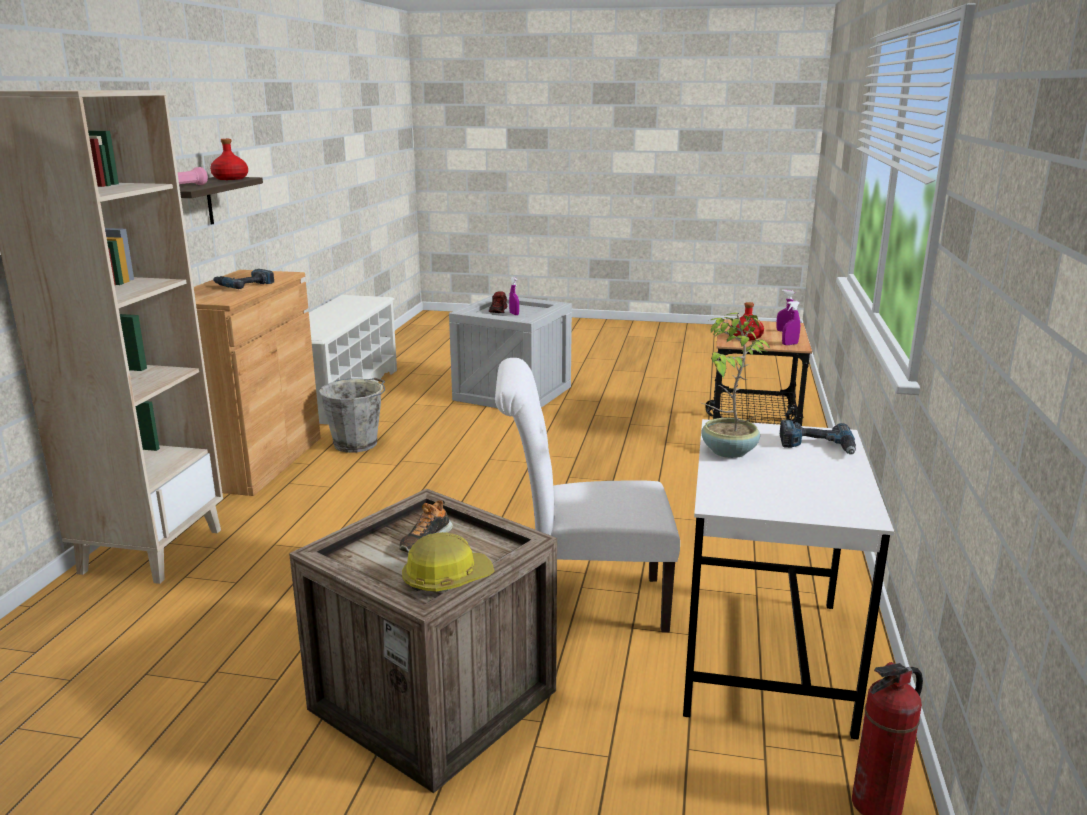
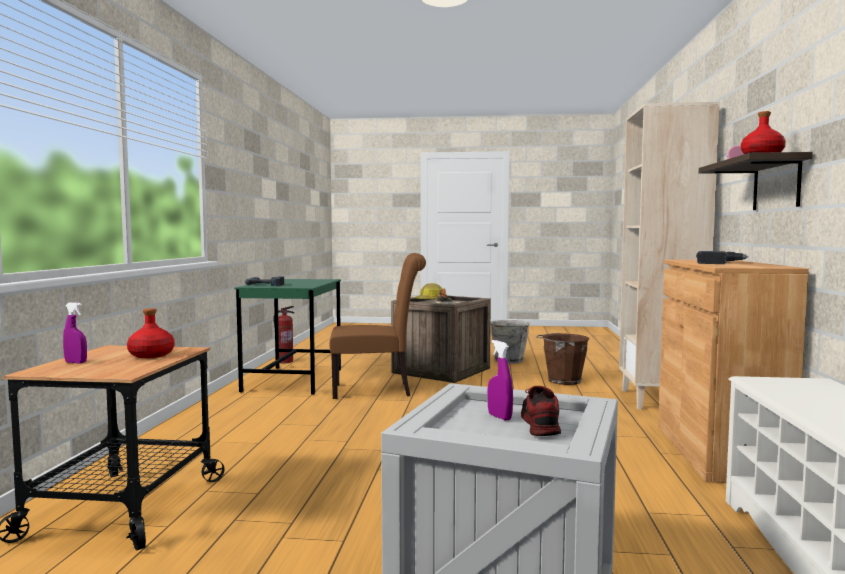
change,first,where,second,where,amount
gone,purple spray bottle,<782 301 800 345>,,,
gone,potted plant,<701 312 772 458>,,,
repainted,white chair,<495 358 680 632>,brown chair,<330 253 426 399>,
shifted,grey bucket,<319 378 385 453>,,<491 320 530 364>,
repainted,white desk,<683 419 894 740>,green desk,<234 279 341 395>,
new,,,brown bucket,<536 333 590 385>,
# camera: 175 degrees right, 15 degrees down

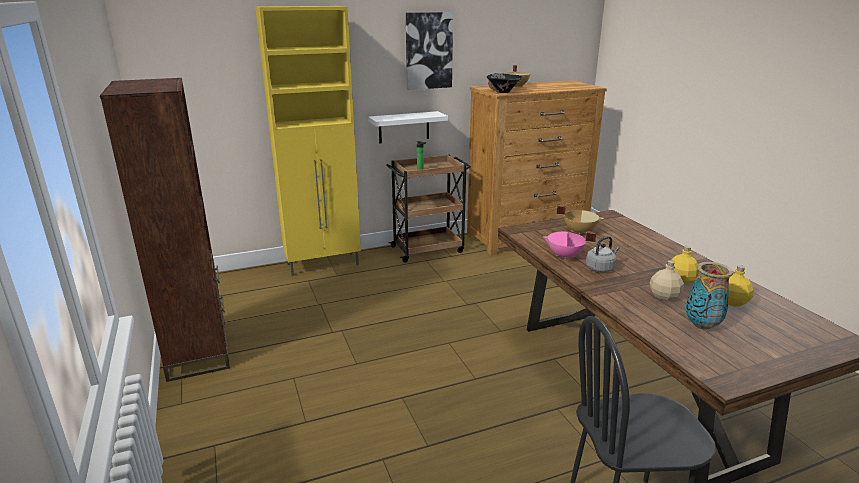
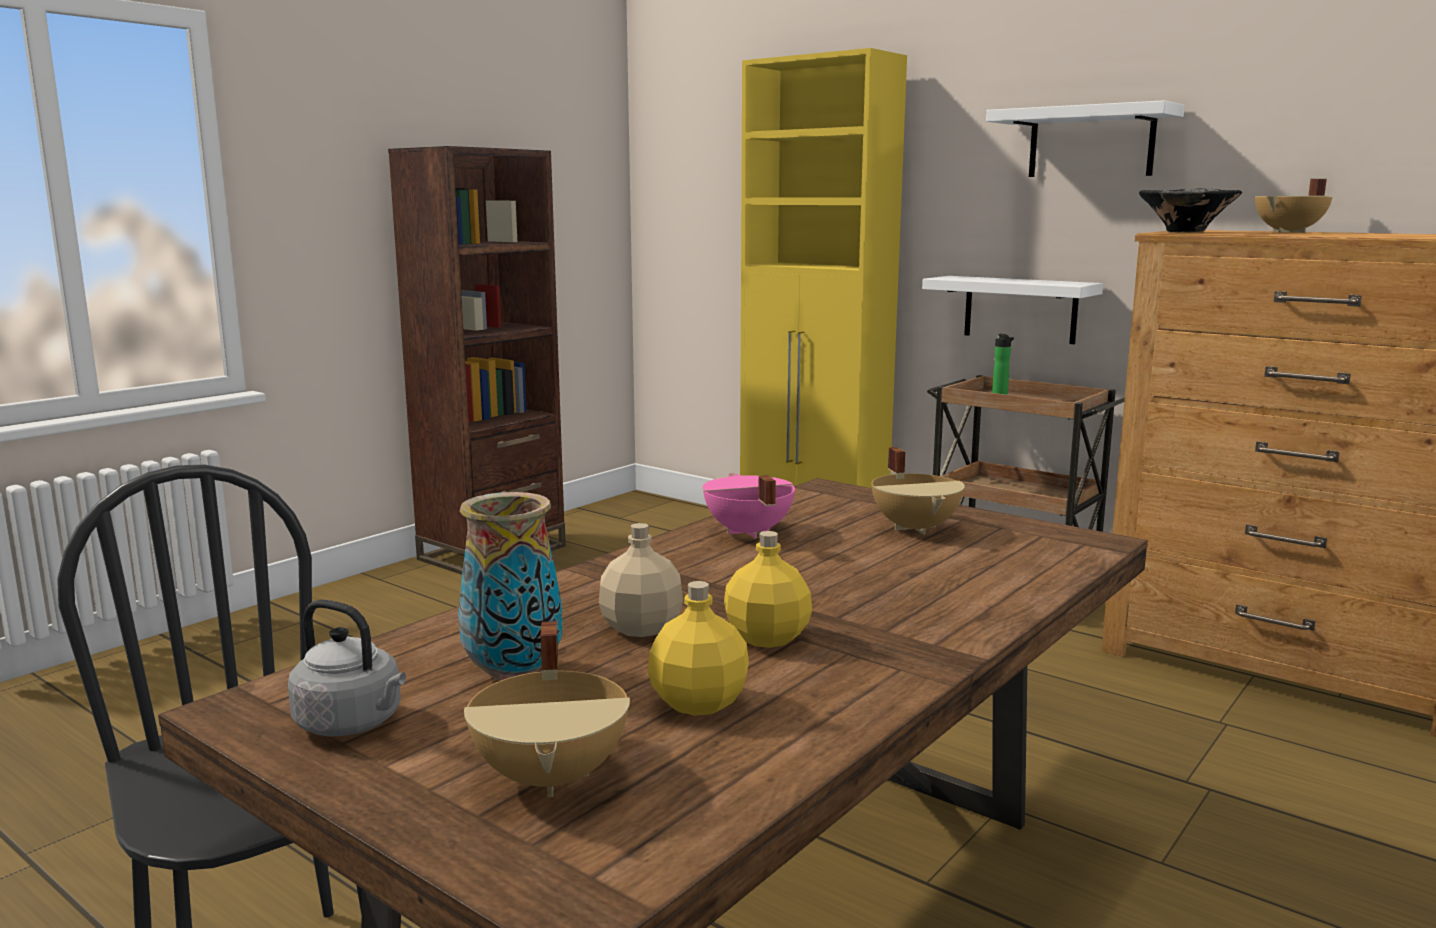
change,first,where,second,where,amount
swapped,picture,<406 12 453 90>,white shelf,<986 100 1185 177>,
shifted,grey kettle,<586 236 619 272>,,<288 599 406 736>,
new,,,beige cooking pot,<464 621 630 797>,
# camera: 60 degrees right, 10 degrees down

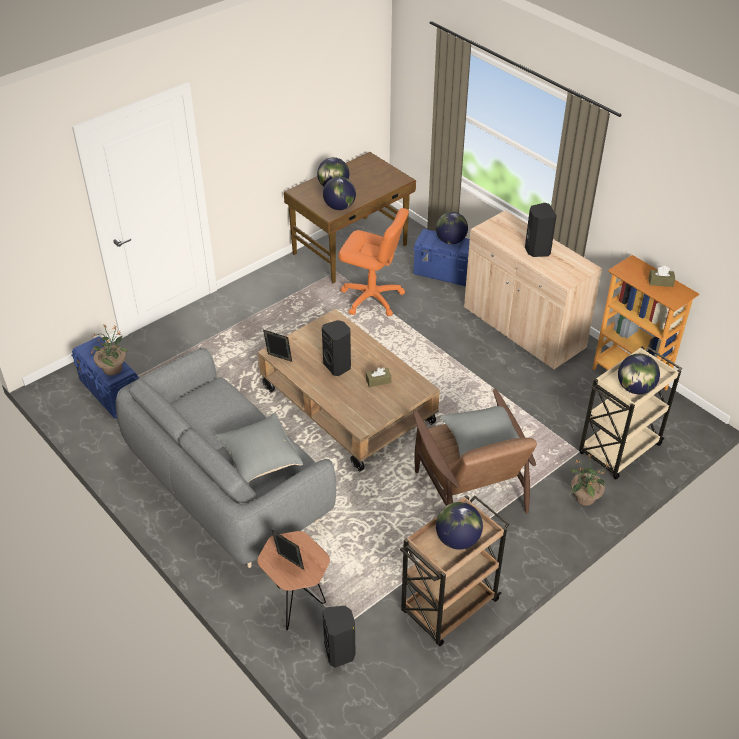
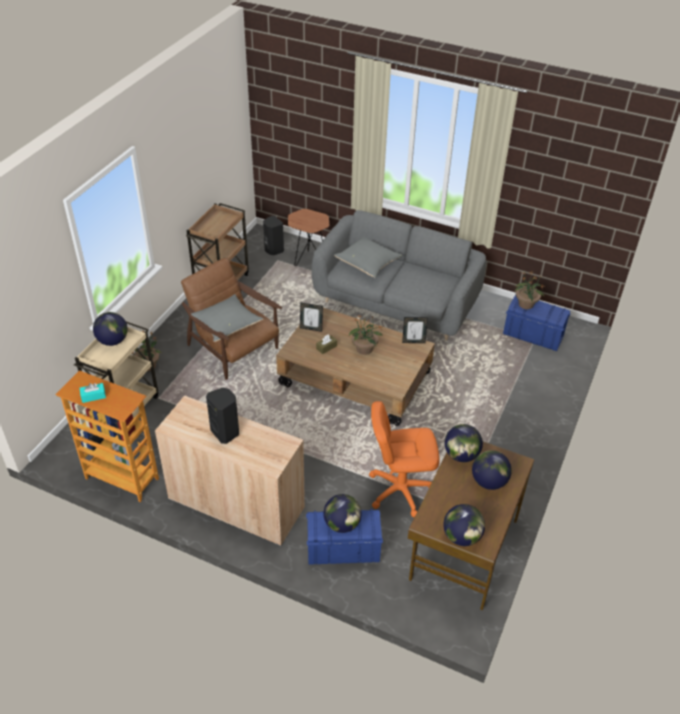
change,first,where,second,where,amount
repainted,brown tissue box,<649 266 675 287>,turquoise tissue box,<79 383 106 403>,
swapped,black speaker,<322 320 351 376>,potted plant,<349 314 383 355>,
shifted,globe,<436 502 483 550>,,<443 504 485 546>,
shifted,picture frame,<271 529 304 570>,,<300 302 323 332>,
# camera: 155 degrees right, 0 degrees up

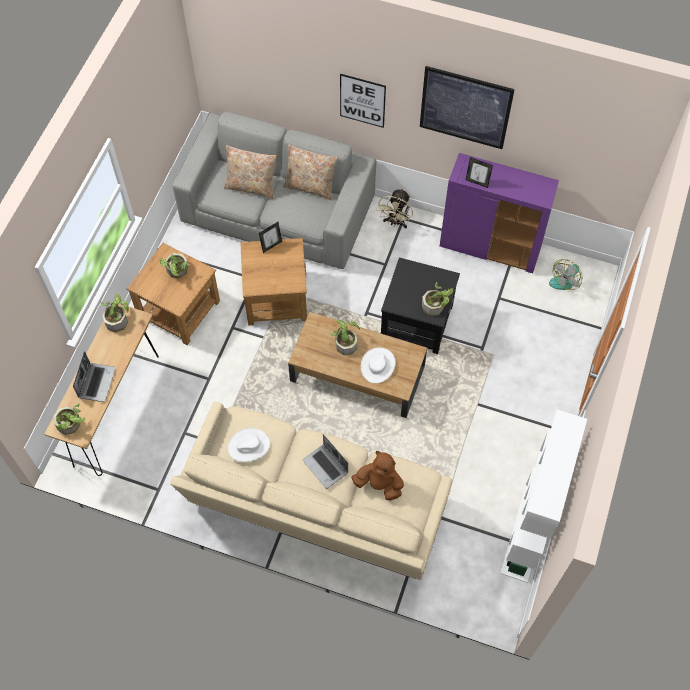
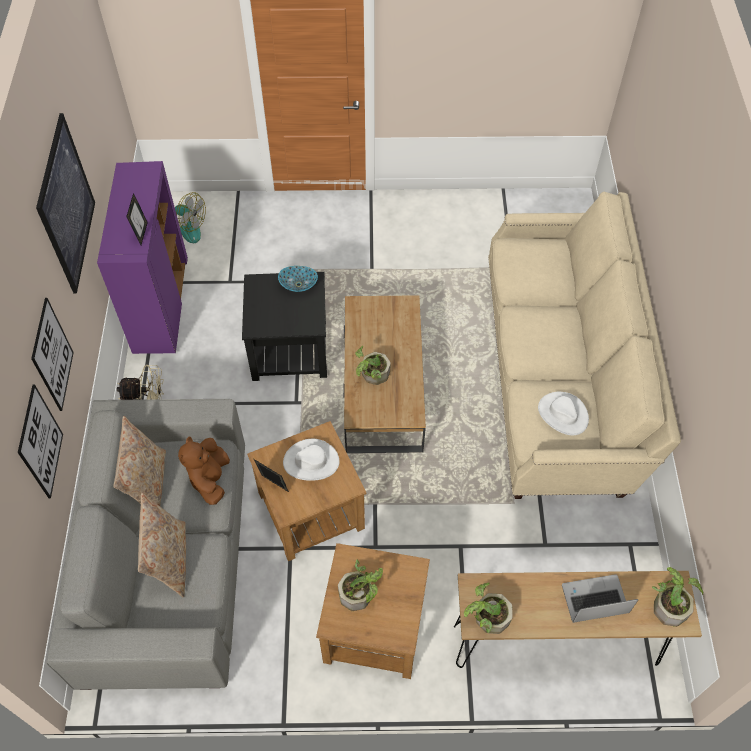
change,first,where,second,where,amount
swapped,potted plant,<422 282 453 316>,bowl,<278 266 318 292>,
shifted,white hat,<361 348 395 383>,,<283 439 340 481>,
gone,white bookcase,<500 410 587 582>,,,
gone,laptop,<303 434 348 489>,,,
shifted,brown plush toy,<351 451 404 501>,,<178 437 230 505>,
new,,,picture,<18 385 63 498>,
# camera: 110 degrees left, 5 degrees down

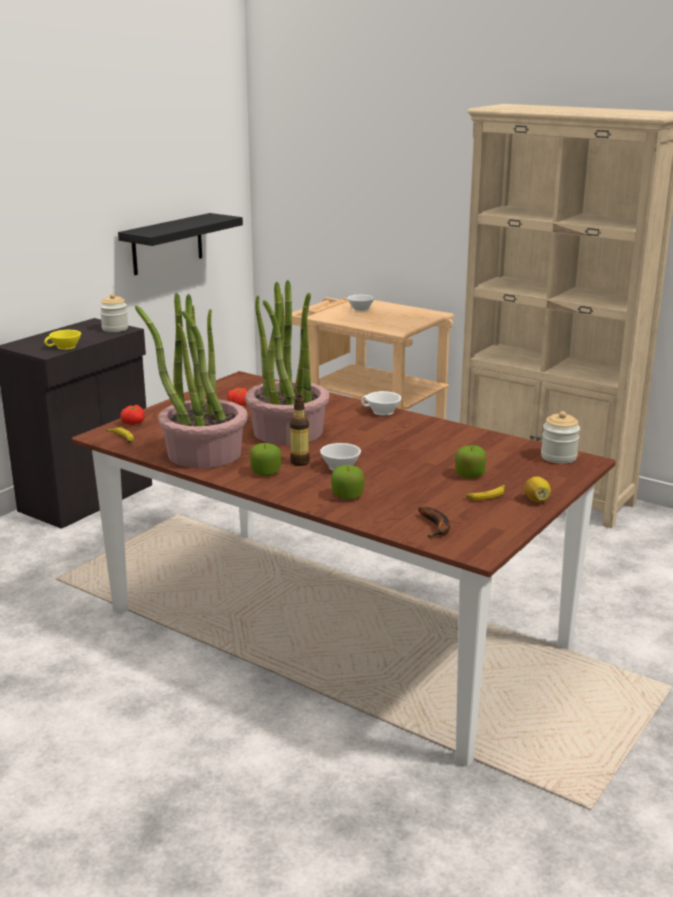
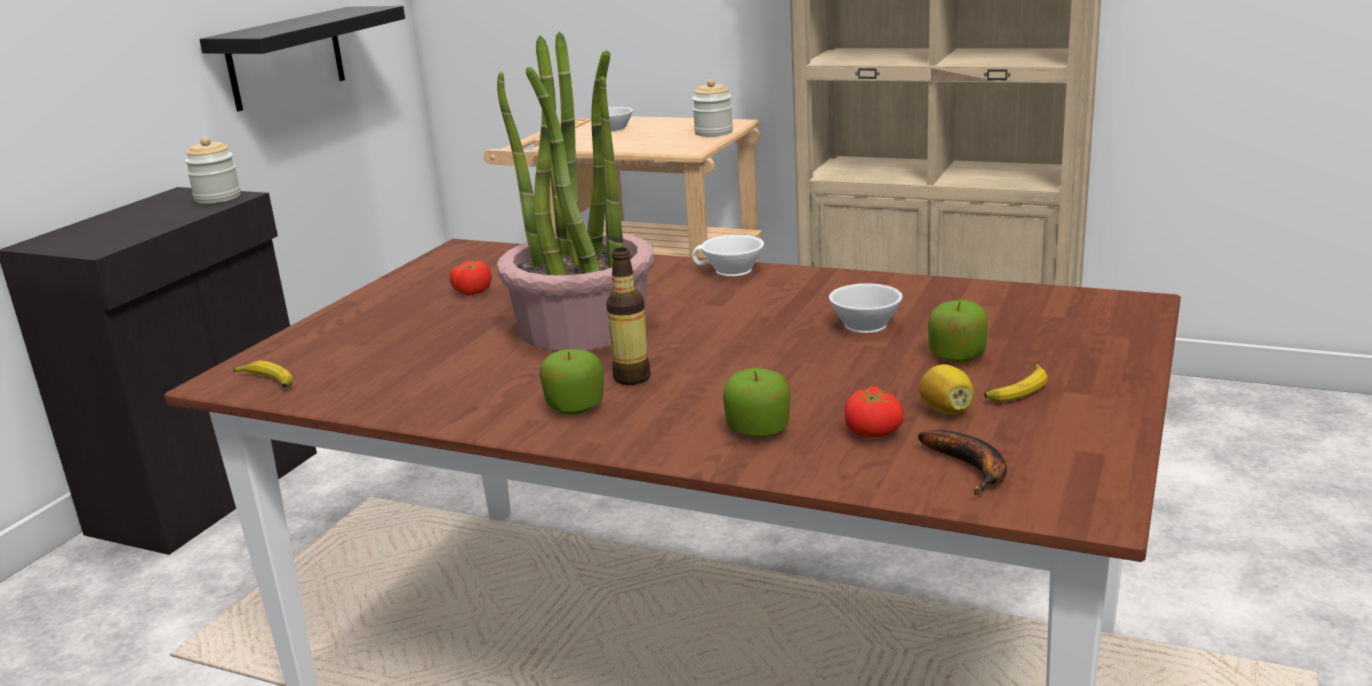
change,first,where,second,where,amount
gone,potted plant,<135 293 248 468>,,,
gone,yellow cup,<44 330 81 350>,,,
shifted,tomato,<120 405 145 425>,,<844 386 904 438>,
shifted,jar,<541 411 580 464>,,<692 79 733 137>,
shifted,white cup,<320 443 361 470>,,<829 283 902 333>,
shifted,lemon,<524 476 551 502>,,<919 364 974 414>,
# camera: 10 degrees left, 0 degrees up

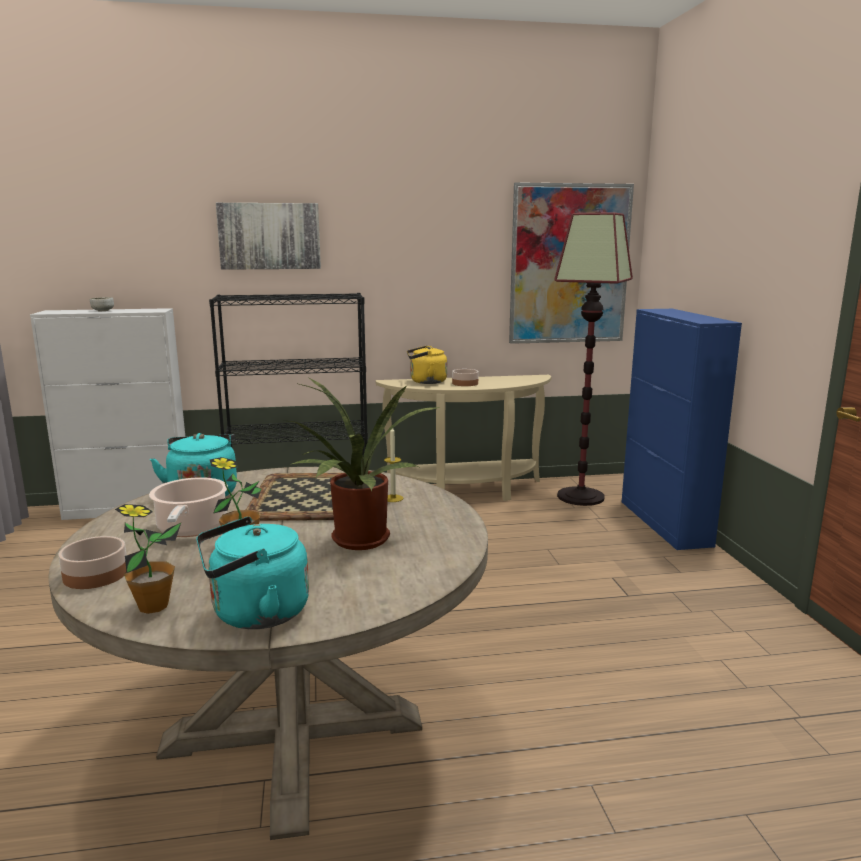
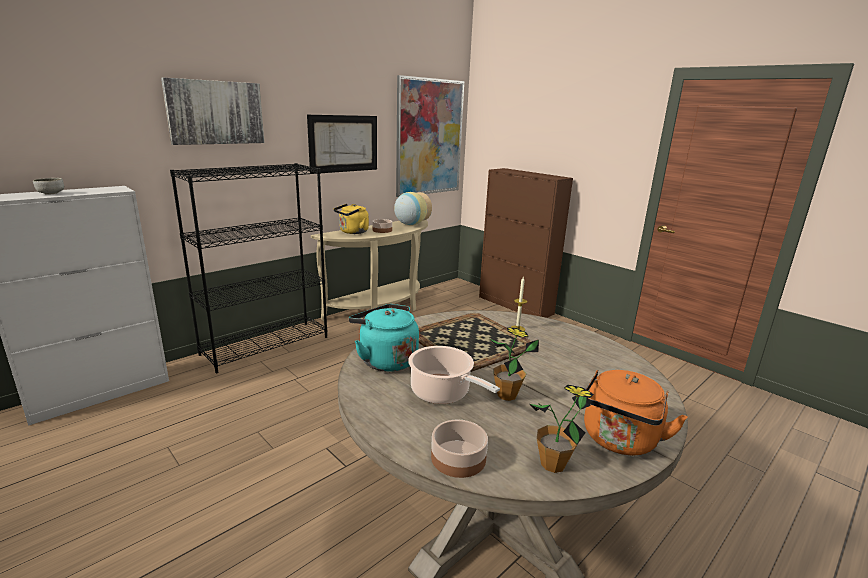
change,first,where,second,where,amount
gone,floor lamp,<554 212 633 506>,,,
repainted,blue cabinet,<622 309 742 550>,brown cabinet,<479 168 573 318>,
gone,potted plant,<289 377 442 550>,,,
repainted,turquoise kettle,<196 517 309 629>,orange kettle,<584 370 688 455>,
new,,,picture,<307 115 377 173>,
new,,,vase,<394 192 432 225>,
# camera: 35 degrees left, 5 degrees up

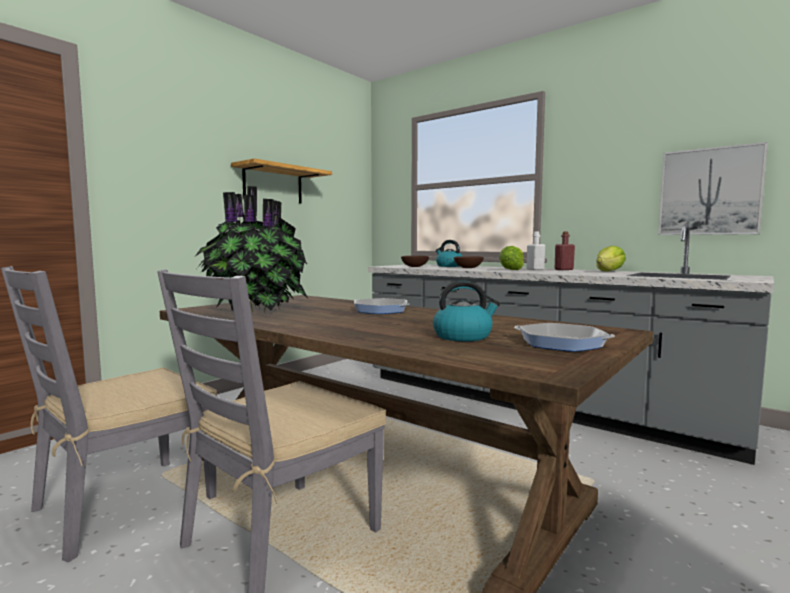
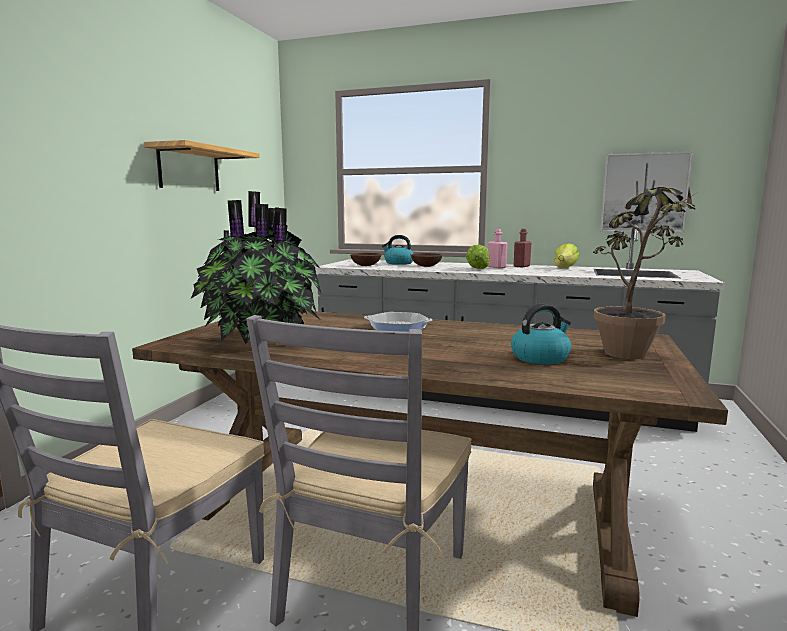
change,first,where,second,where,amount
repainted,white bottle,<527 232 545 270>,pink bottle,<488 229 507 268>,
swapped,frying pan,<514 323 615 352>,potted plant,<593 187 695 359>,
# camera: 20 degrees left, 5 degrees up

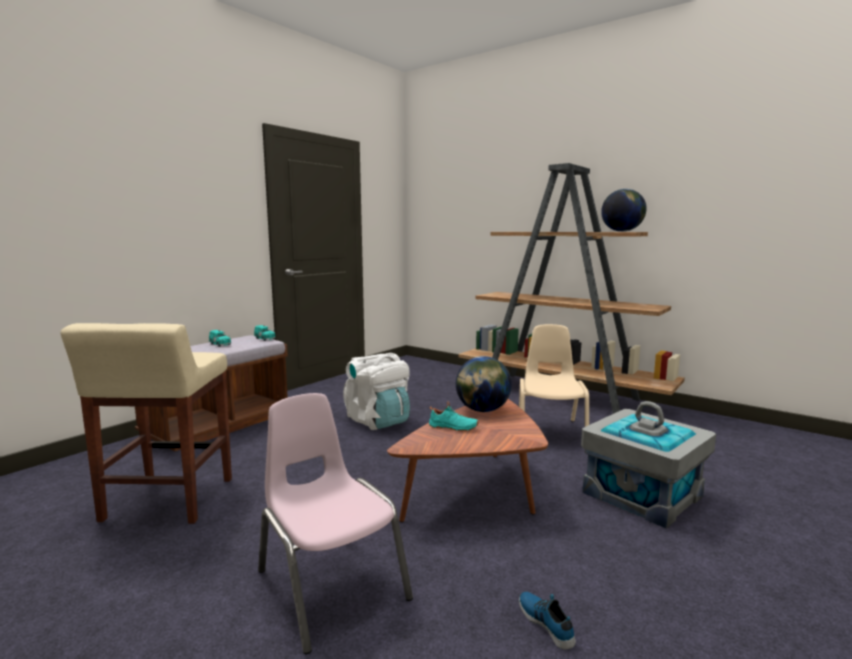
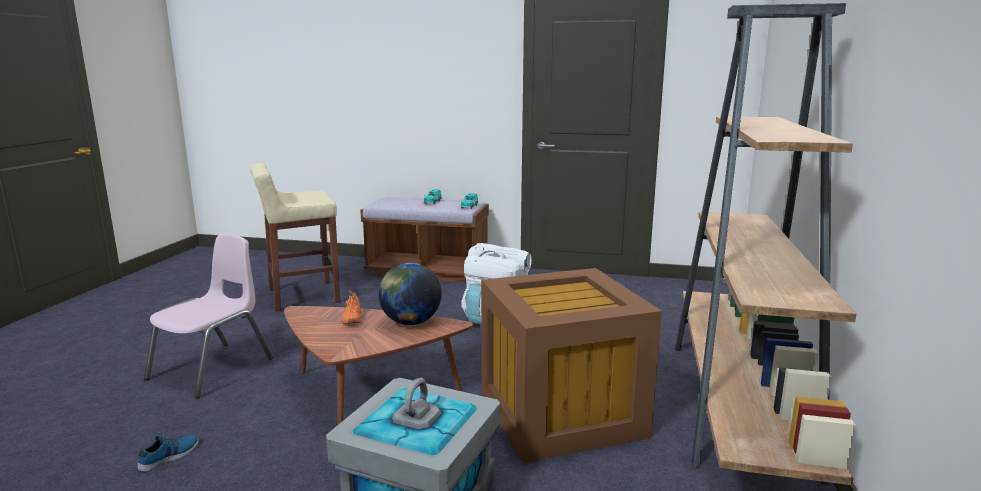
change,first,where,second,where,amount
gone,globe,<601 189 647 232>,,,
swapped,beige chair,<519 324 589 427>,brown storage box,<481 268 662 463>,
repainted,turquoise shoe,<429 401 479 431>,orange shoe,<342 291 361 324>,
# camera: 65 degrees right, 5 degrees up

